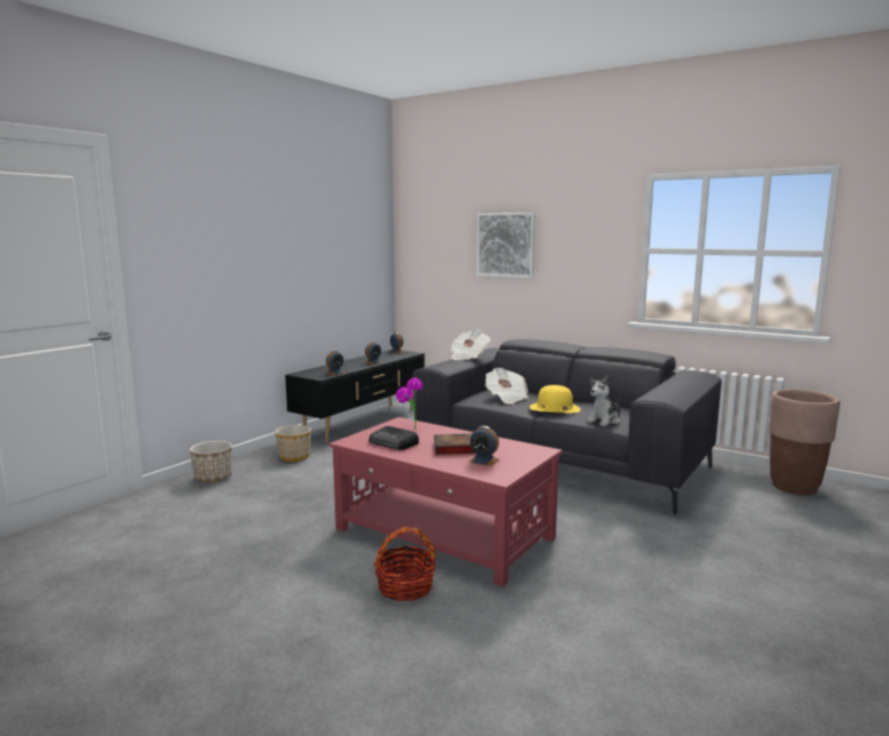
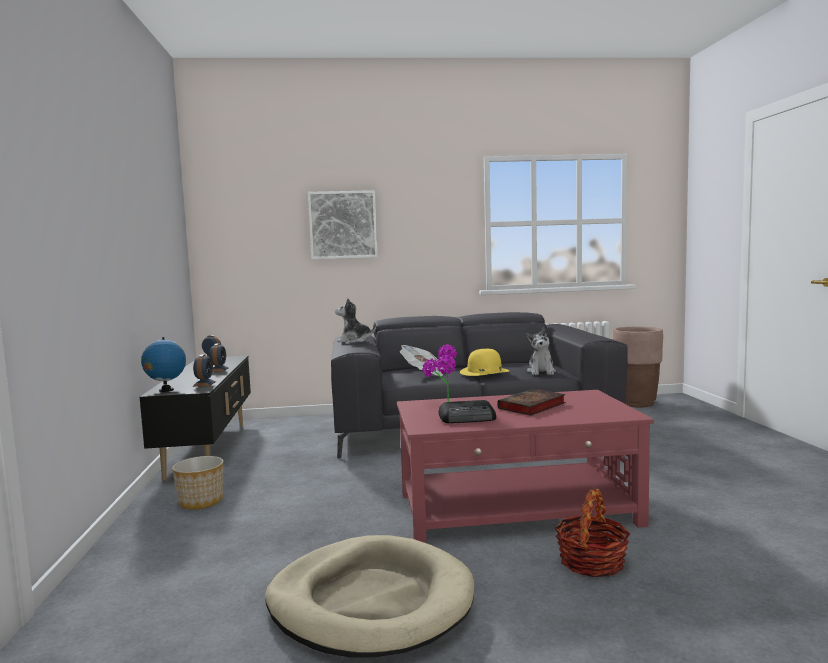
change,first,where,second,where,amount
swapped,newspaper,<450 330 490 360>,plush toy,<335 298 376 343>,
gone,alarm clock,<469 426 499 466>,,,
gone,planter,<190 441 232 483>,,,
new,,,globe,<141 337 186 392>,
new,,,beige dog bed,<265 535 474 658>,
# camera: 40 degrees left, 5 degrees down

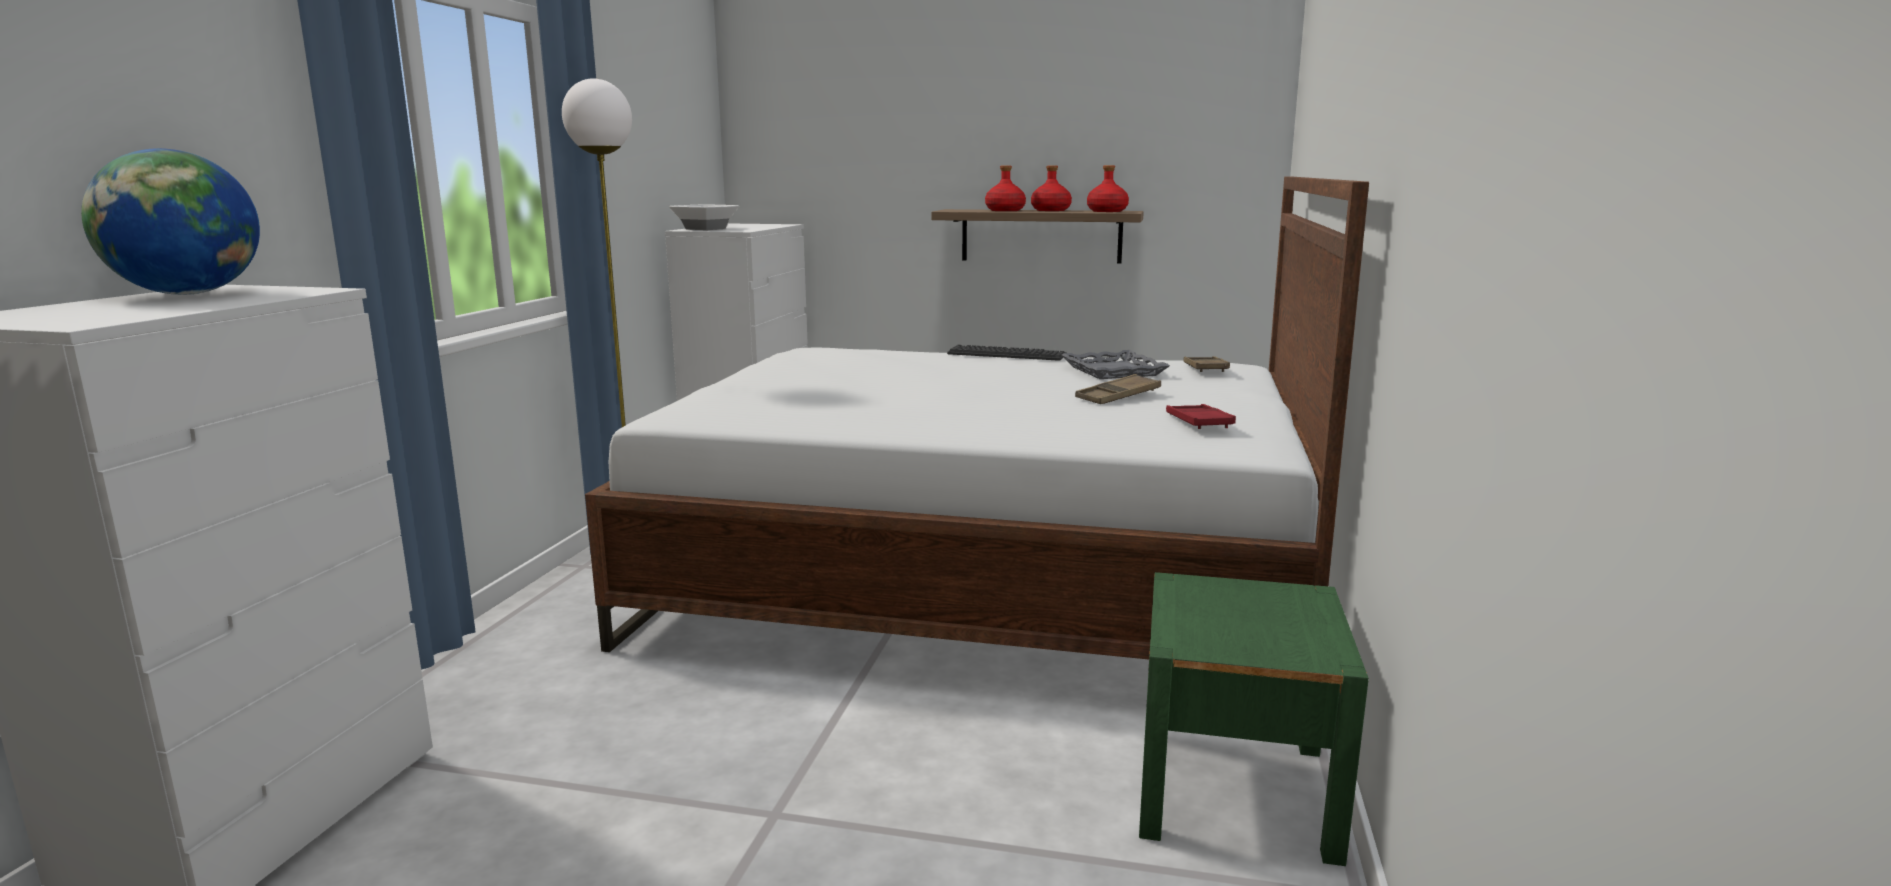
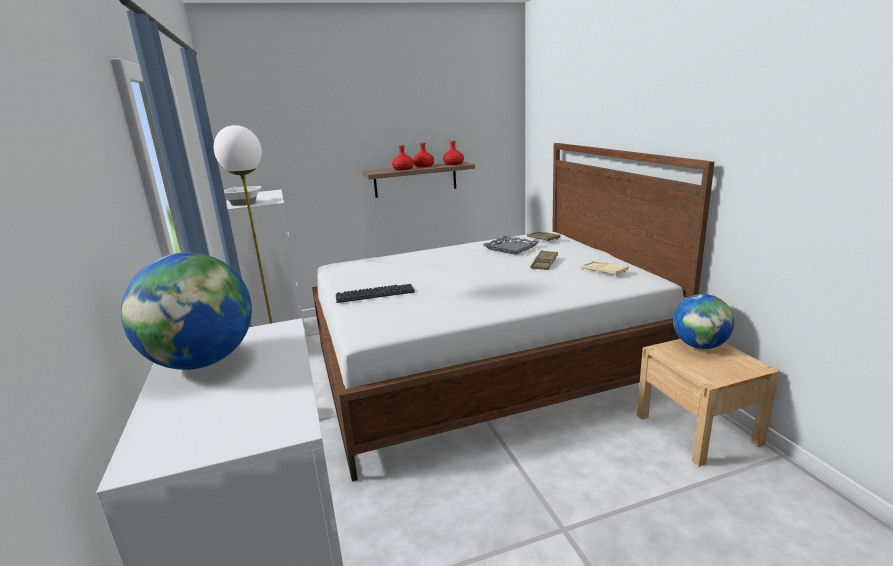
change,first,where,second,where,amount
shifted,keyboard,<947 345 1067 361>,,<336 284 415 303>,
repainted,red tray,<1166 404 1236 429>,beige tray,<581 261 629 275>,
repainted,green nightstand,<1139 572 1369 866>,beige nightstand,<637 339 780 467>,
new,,,globe,<673 294 734 349>,
# camera: 30 degrees left, 5 degrees up

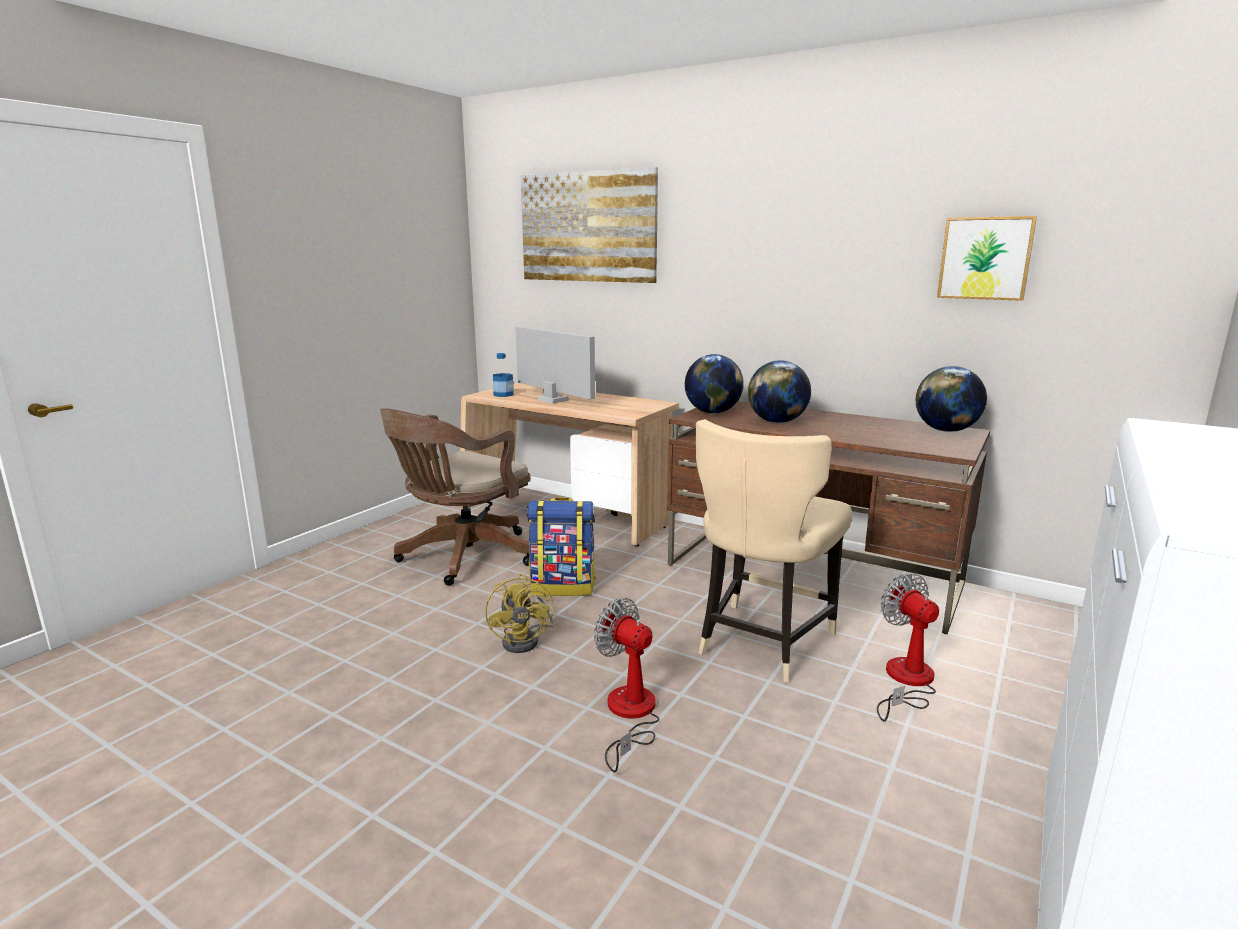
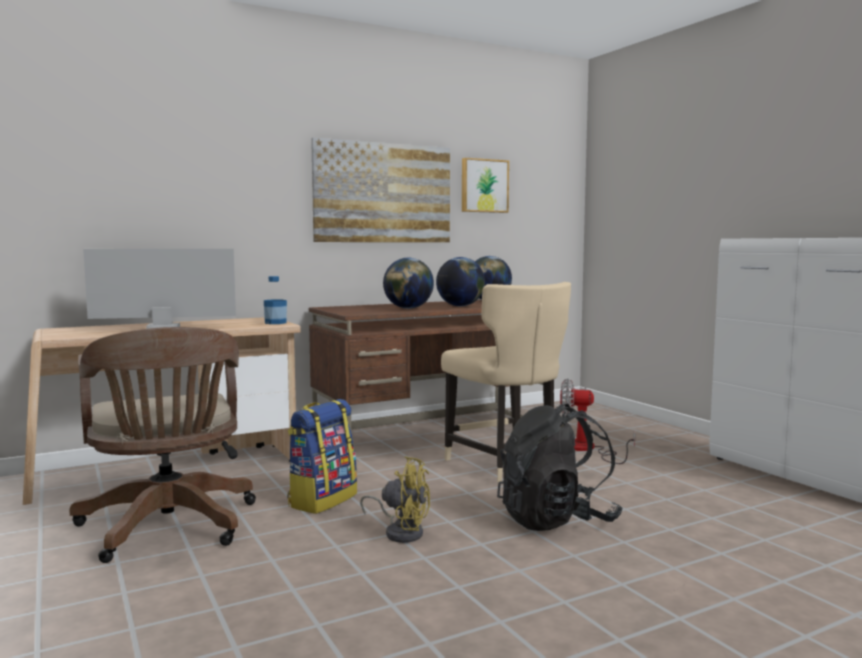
change,first,where,second,where,amount
shifted,picture,<521 167 658 283>,,<311 138 450 242>,
shifted,bottle,<493 353 513 397>,,<264 276 287 324>,
shifted,globe,<685 354 744 414>,,<436 257 485 306>,
swapped,fan,<594 598 660 773>,black backpack,<497 403 622 531>,
# camera: 60 degrees left, 10 degrees down

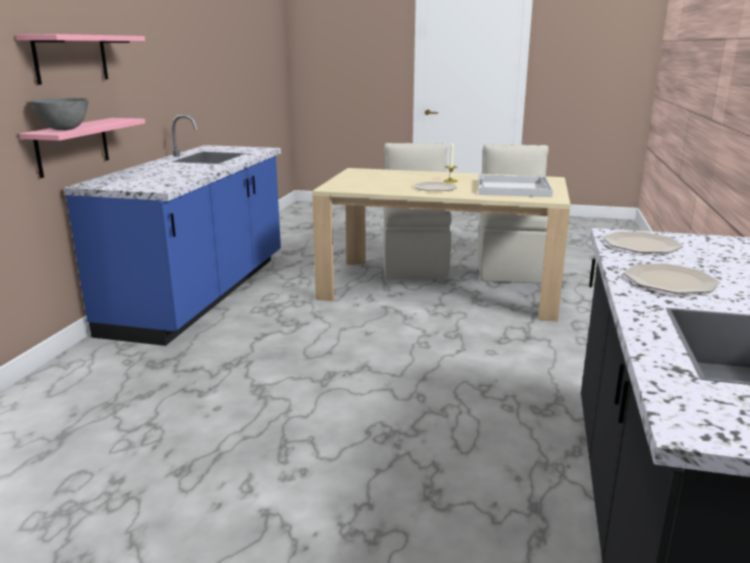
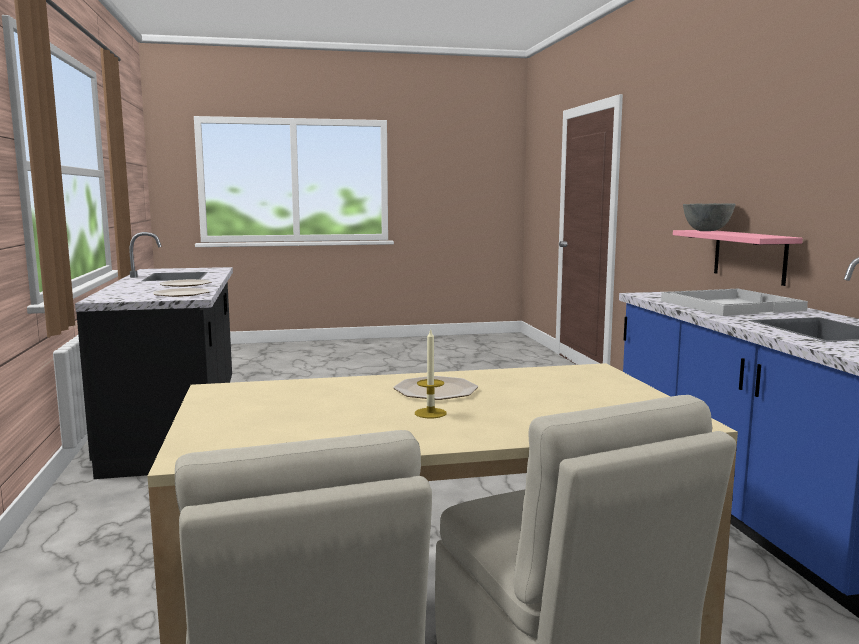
change,first,where,second,where,amount
gone,pink shelf,<16 34 145 85>,,,
shifted,white tray,<478 174 553 197>,,<661 289 808 316>,
# camera: 155 degrees right, 10 degrees down

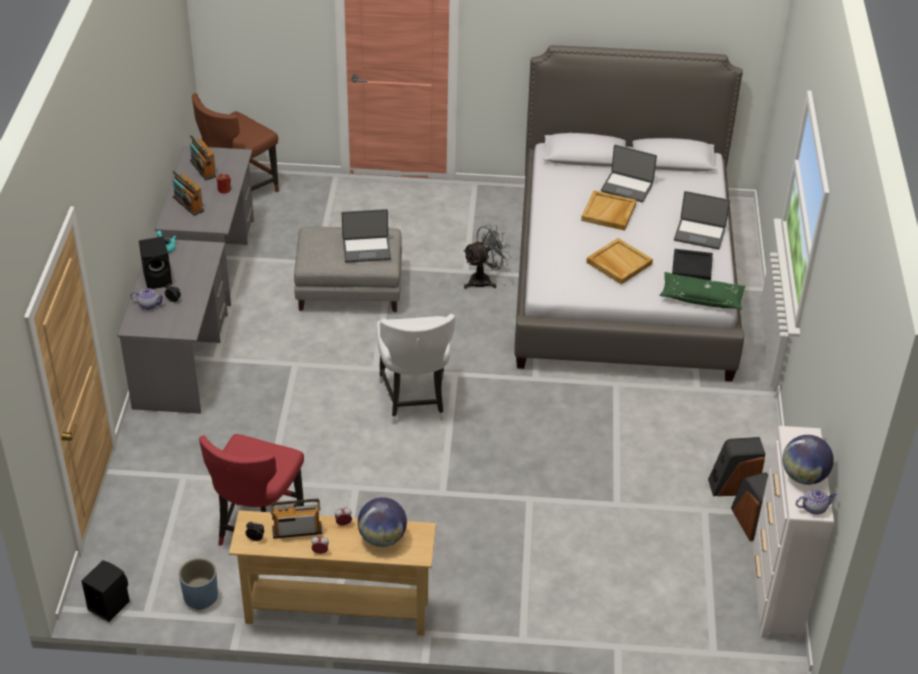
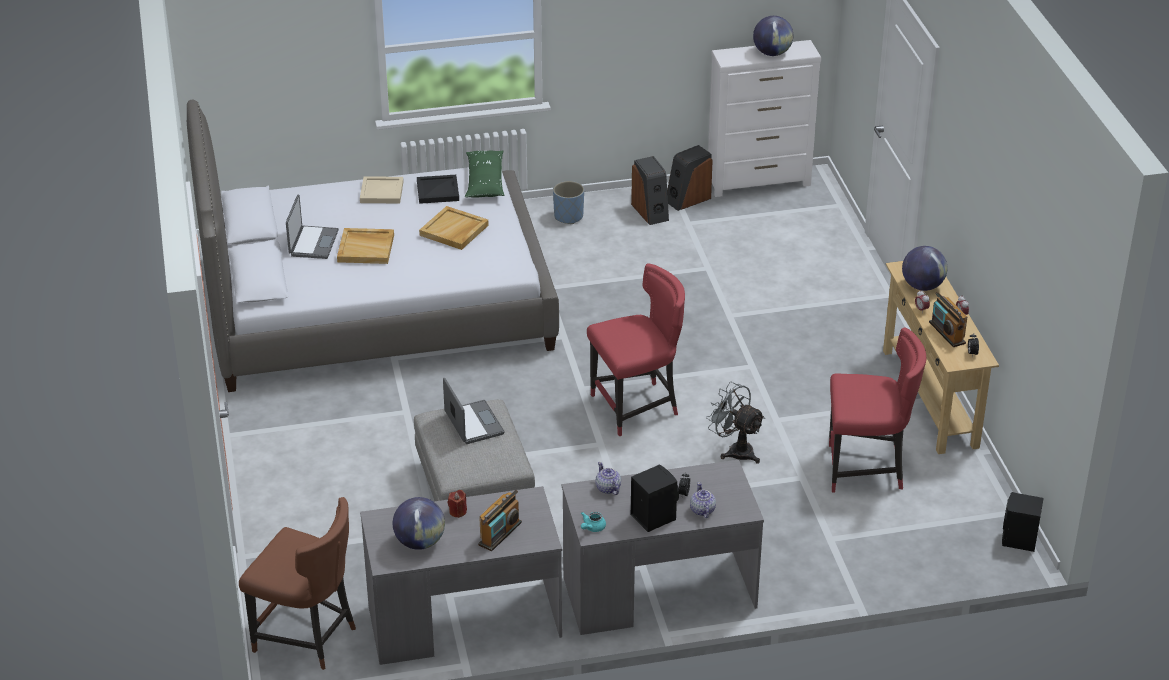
change,first,where,second,where,amount
swapped,radio,<190 135 217 180>,globe,<393 497 445 550>,
swapped,laptop,<674 191 730 250>,beige tray,<360 176 404 204>,
shifted,grey fan,<463 224 511 289>,,<706 382 765 464>,
repainted,white chair,<376 314 455 424>,red chair,<587 263 685 436>,
shifted,teapot,<796 489 838 515>,,<595 462 621 495>,
shifted,blue planter,<179 558 218 610>,,<553 181 584 224>,
# camera: 105 degrees left, 5 degrees down

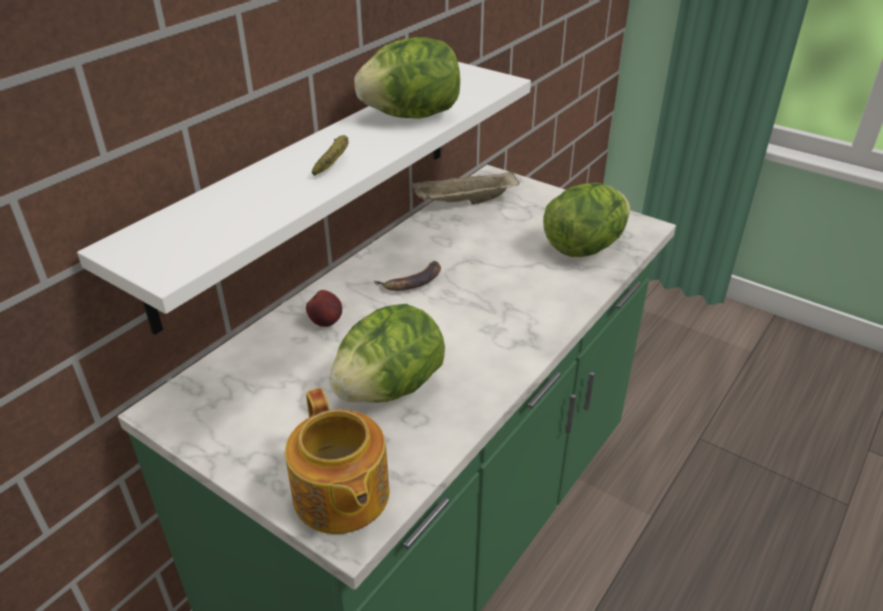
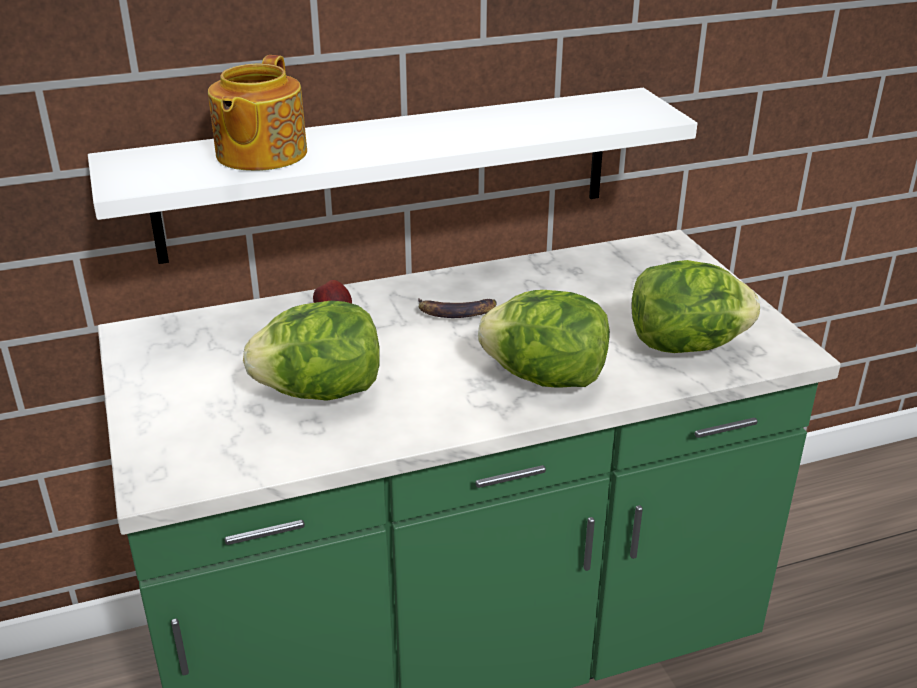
change,first,where,second,where,amount
shifted,lettuce,<354 37 460 119>,,<478 290 610 388>,
gone,banana,<312 135 348 176>,,,
gone,beige tray,<412 170 519 204>,,,
shifted,teapot,<285 388 390 534>,,<208 55 307 171>,
# camera: 35 degrees right, 5 degrees down

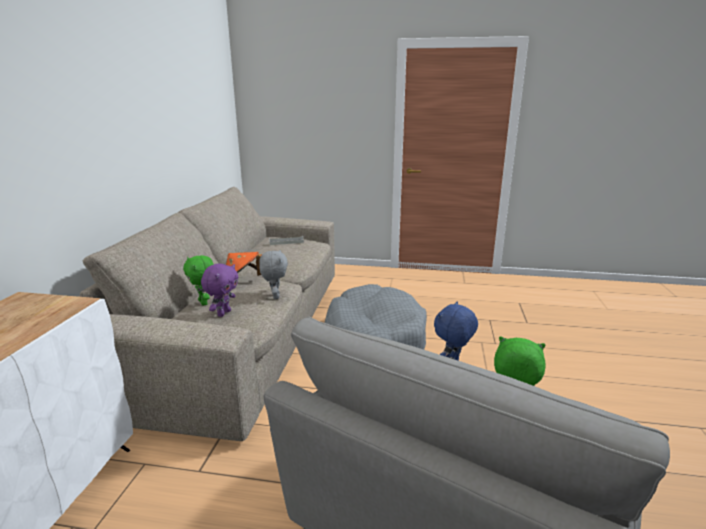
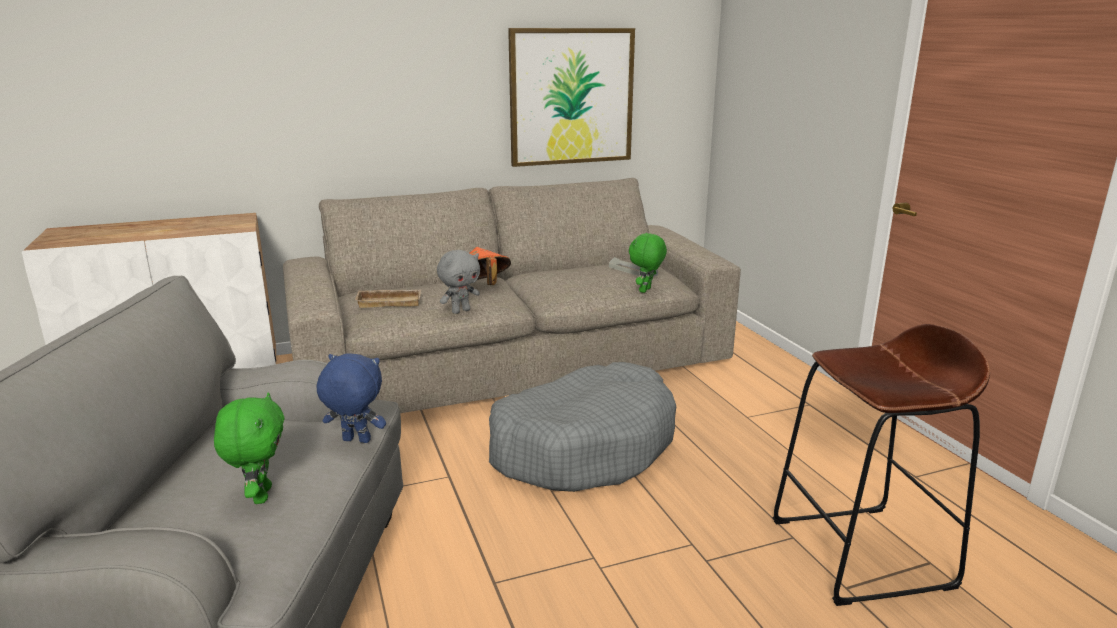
change,first,where,second,where,amount
shifted,green plush toy,<183 255 214 306>,,<629 233 667 293>,
swapped,purple plush toy,<201 264 238 317>,beige tray,<355 289 421 308>,
new,,,picture,<508 28 635 167>,
new,,,brown stool,<773 324 990 606>,
# camera: 60 degrees right, 0 degrees up

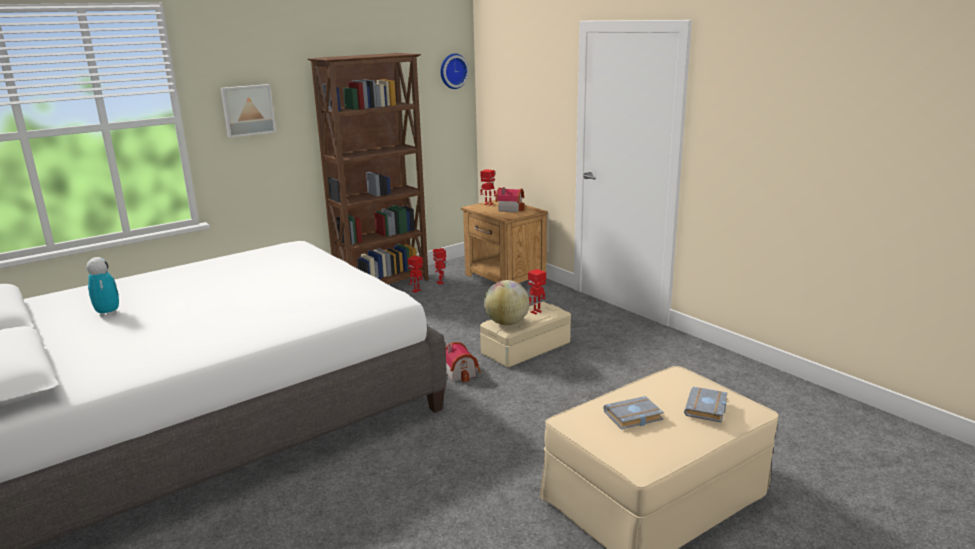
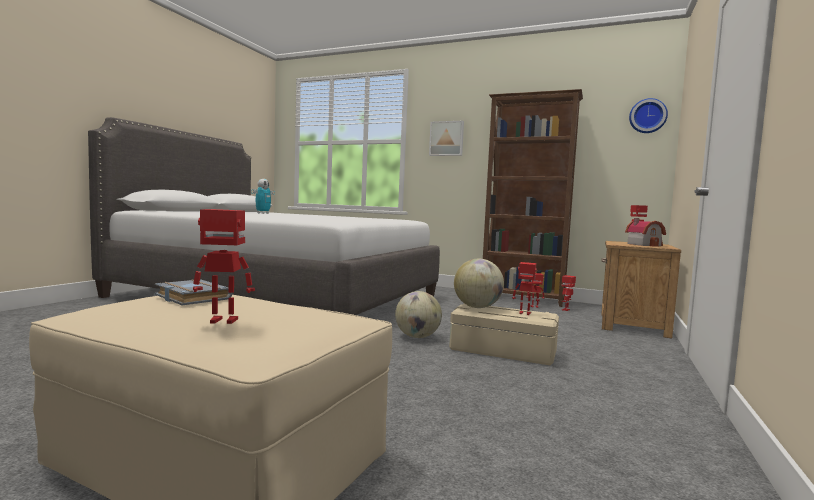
change,first,where,second,where,amount
swapped,toy house,<445 342 481 383>,globe,<395 291 442 338>,
swapped,grey book,<684 387 728 423>,toy robot,<193 209 255 324>,
# camera: 60 degrees right, 15 degrees down

